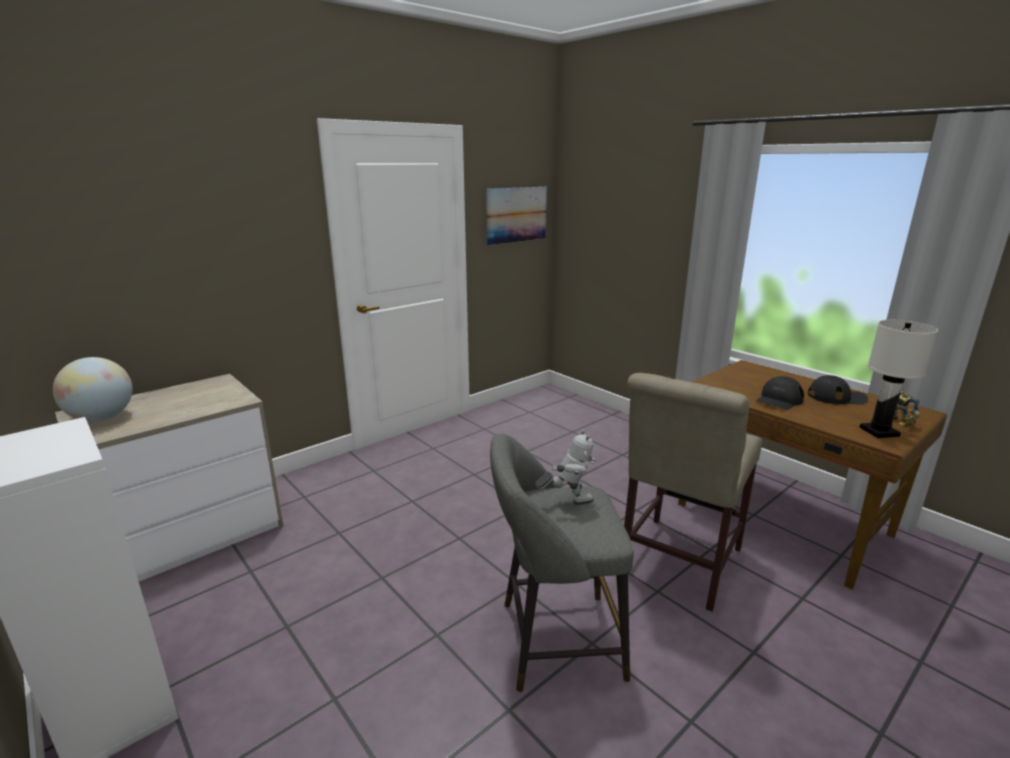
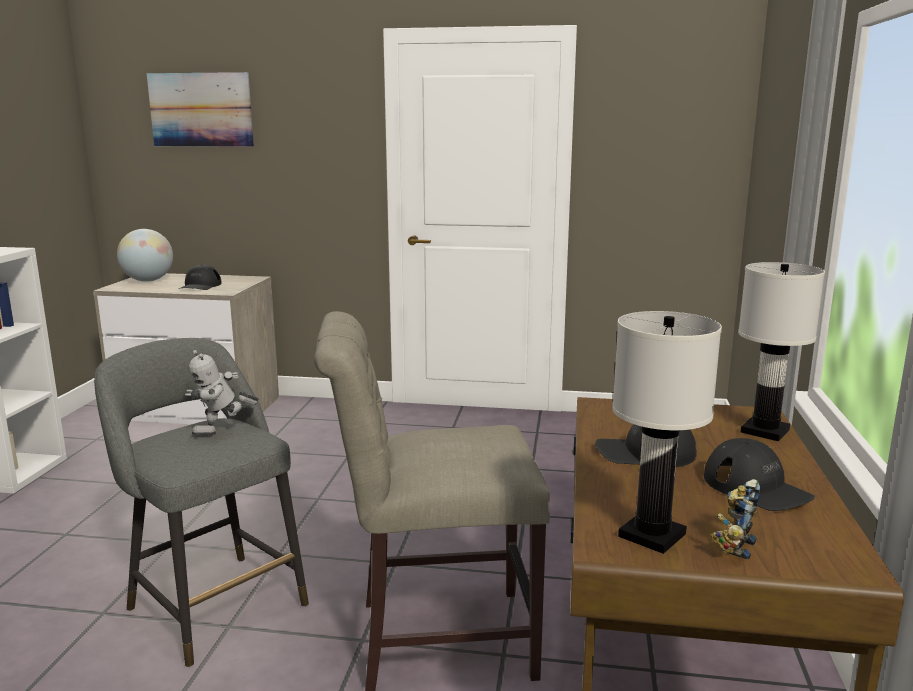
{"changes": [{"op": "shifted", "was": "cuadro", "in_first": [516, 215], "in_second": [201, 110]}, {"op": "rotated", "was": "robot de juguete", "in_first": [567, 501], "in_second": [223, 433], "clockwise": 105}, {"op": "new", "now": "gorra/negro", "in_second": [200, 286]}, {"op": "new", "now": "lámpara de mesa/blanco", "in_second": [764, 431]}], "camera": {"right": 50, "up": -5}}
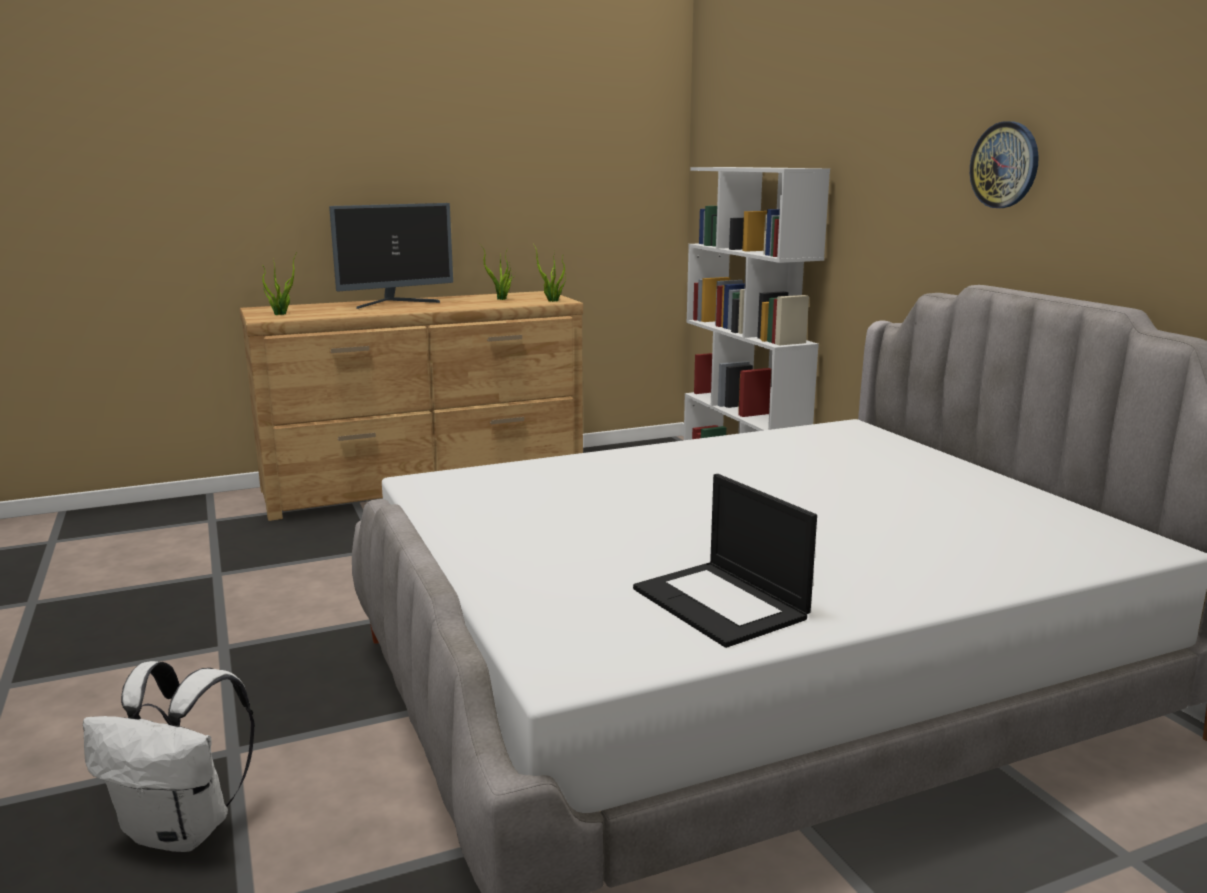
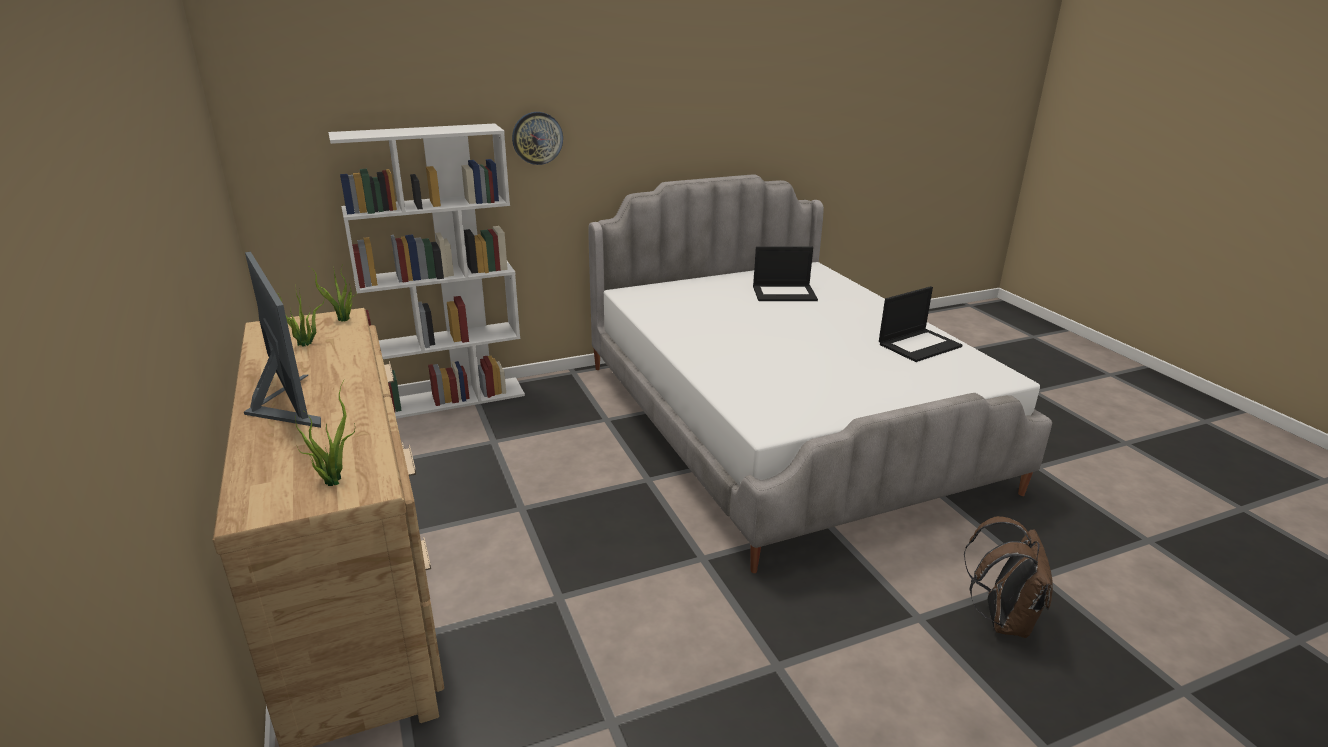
{"changes": [{"op": "repainted", "was": "mochila/blanco", "now": "mochila/marrón", "in_first": [183, 830], "in_second": [1002, 619]}, {"op": "shifted", "was": "reloj de pared", "in_first": [1005, 165], "in_second": [537, 138]}, {"op": "new", "now": "portátil", "in_second": [785, 293]}], "camera": {"right": -90, "up": 10}}
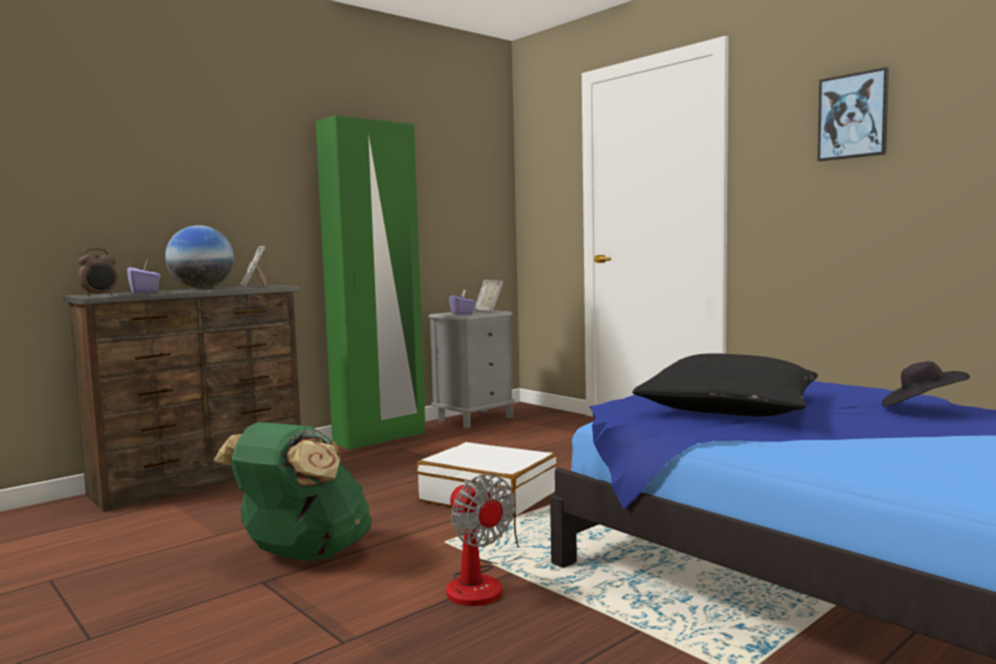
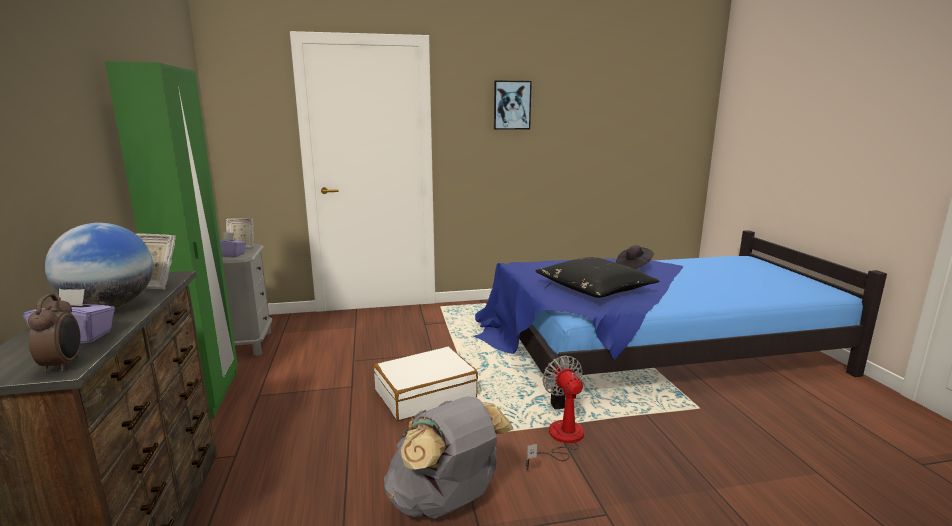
{"changes": [{"op": "repainted", "was": "mochila/verde", "now": "mochila/gris", "in_first": [302, 555], "in_second": [446, 502]}, {"op": "rotated", "was": "ventilador", "in_first": [482, 582], "in_second": [560, 439], "clockwise": -105}], "camera": {"right": -60, "up": 10}}
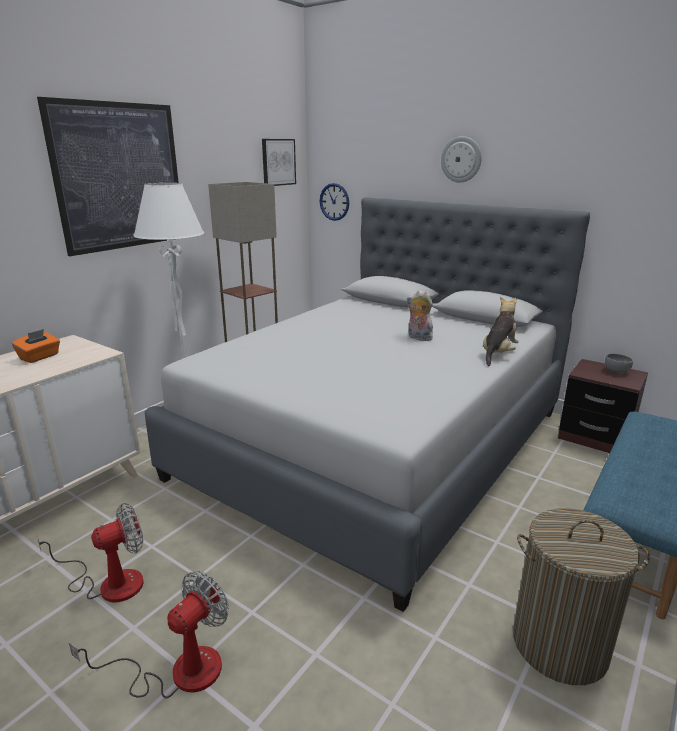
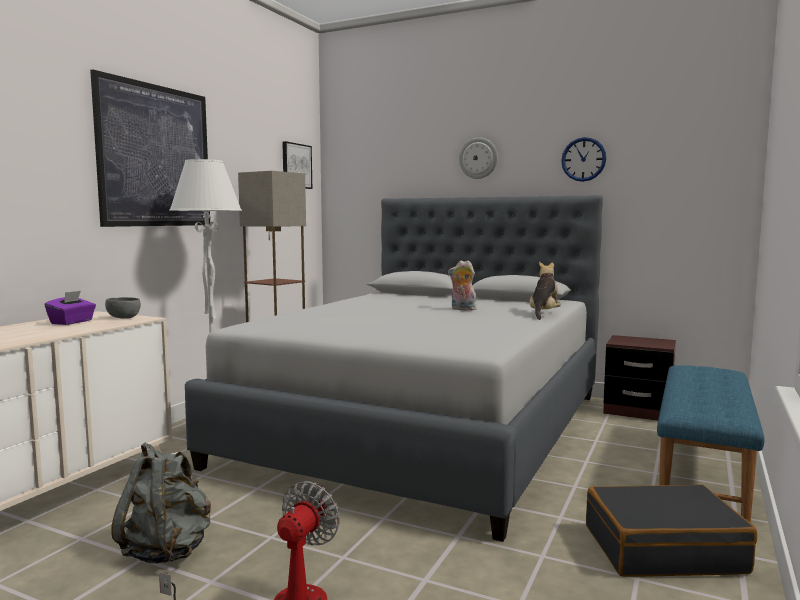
{"changes": [{"op": "repainted", "was": "caja de pañuelos/naranja", "now": "caja de pañuelos/morado", "in_first": [40, 357], "in_second": [72, 322]}, {"op": "swapped", "was": "ventilador", "now": "mochila/gris", "in_first": [109, 582], "in_second": [167, 550]}, {"op": "shifted", "was": "reloj de pared", "in_first": [334, 202], "in_second": [583, 159]}, {"op": "swapped", "was": "cesto de la ropa", "now": "maleta/negro", "in_first": [559, 645], "in_second": [663, 549]}, {"op": "shifted", "was": "cuenco/gris", "in_first": [616, 371], "in_second": [124, 318]}], "camera": {"right": -10, "up": -15}}
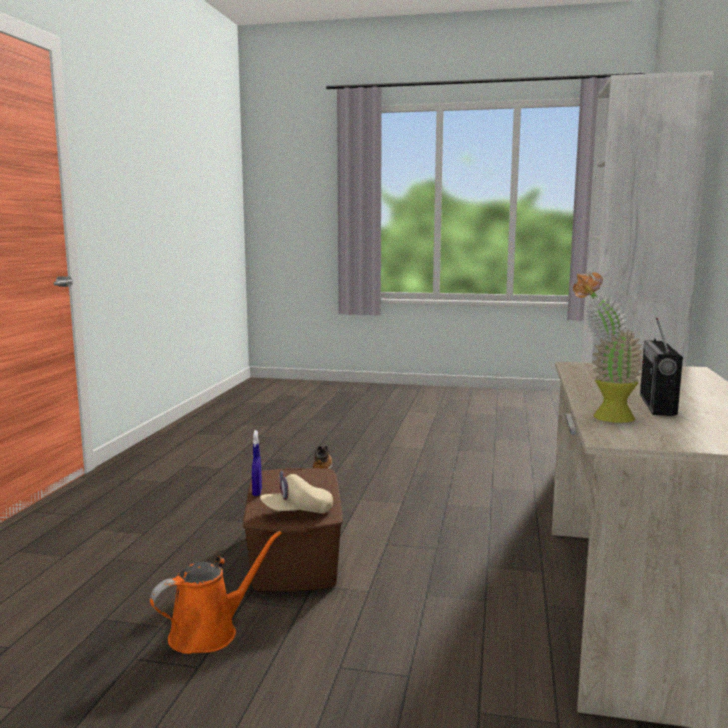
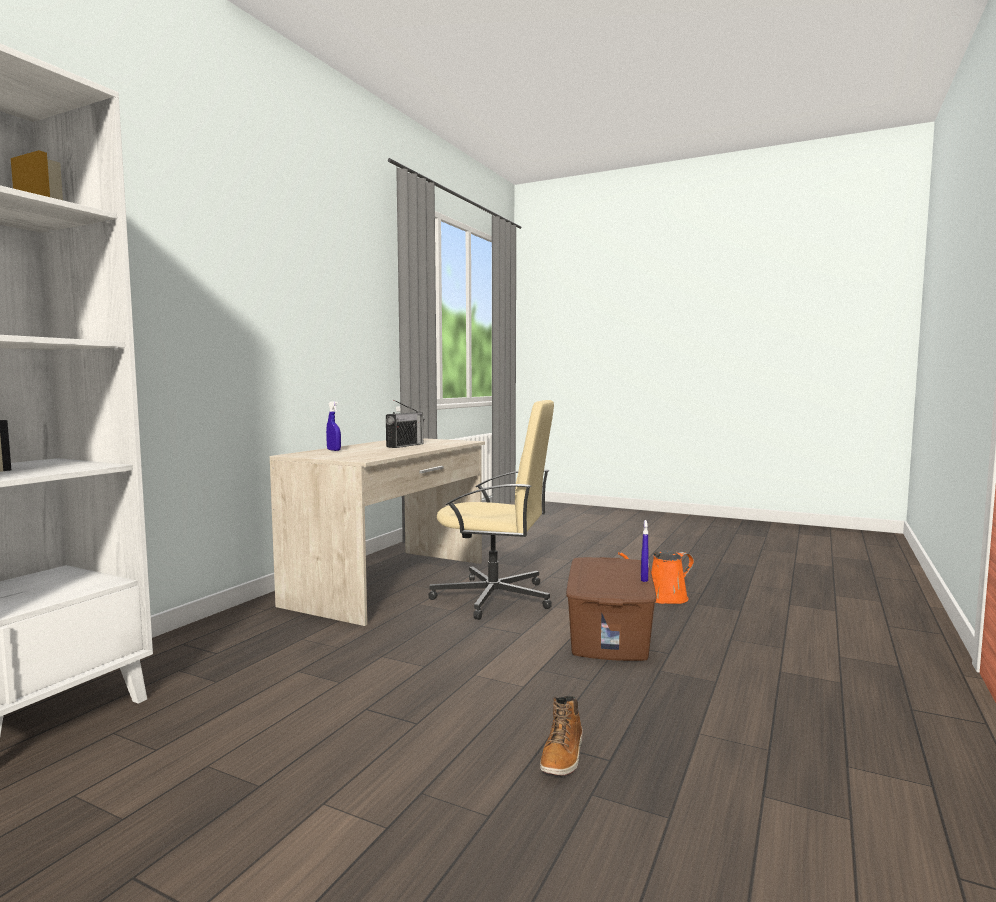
{"changes": [{"op": "gone", "was": "gorra/beis", "in_first": [297, 512]}, {"op": "gone", "was": "planta en maceta", "in_first": [602, 416]}, {"op": "new", "now": "pulverizador/azul", "in_second": [334, 450]}, {"op": "new", "now": "silla de oficina/beis", "in_second": [495, 598]}], "camera": {"right": -165, "up": -5}}
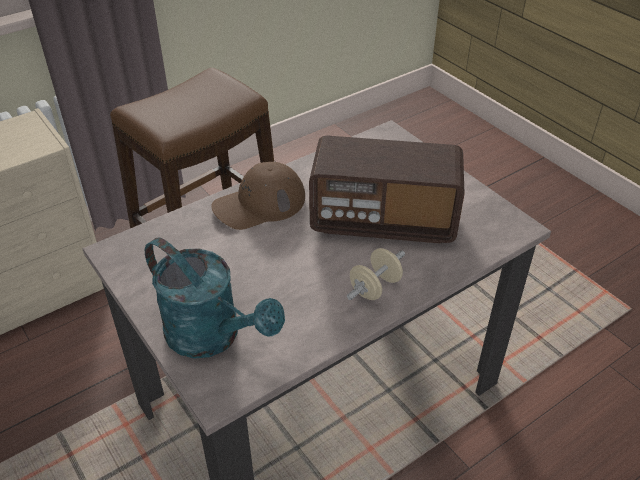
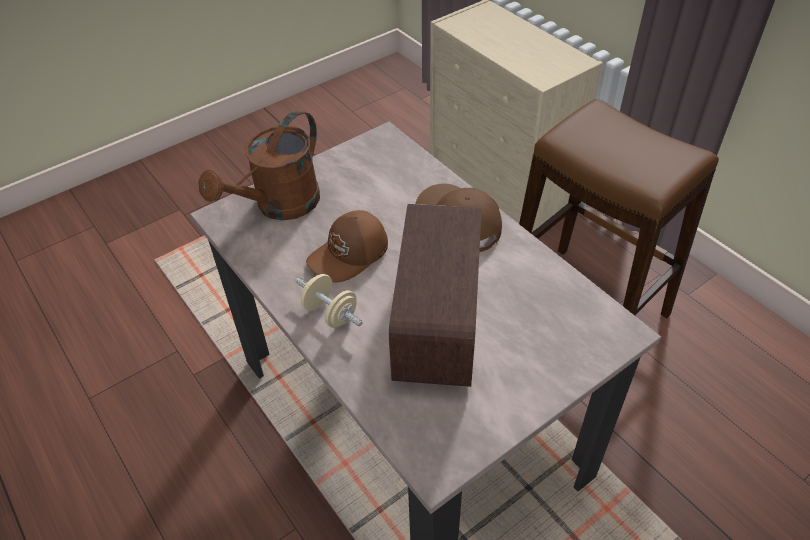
{"changes": [{"op": "repainted", "was": "regadera/turquesa", "now": "regadera/marrón", "in_first": [213, 337], "in_second": [279, 206]}, {"op": "new", "now": "gorra/marrón", "in_second": [350, 255]}], "camera": {"right": 90, "up": 5}}
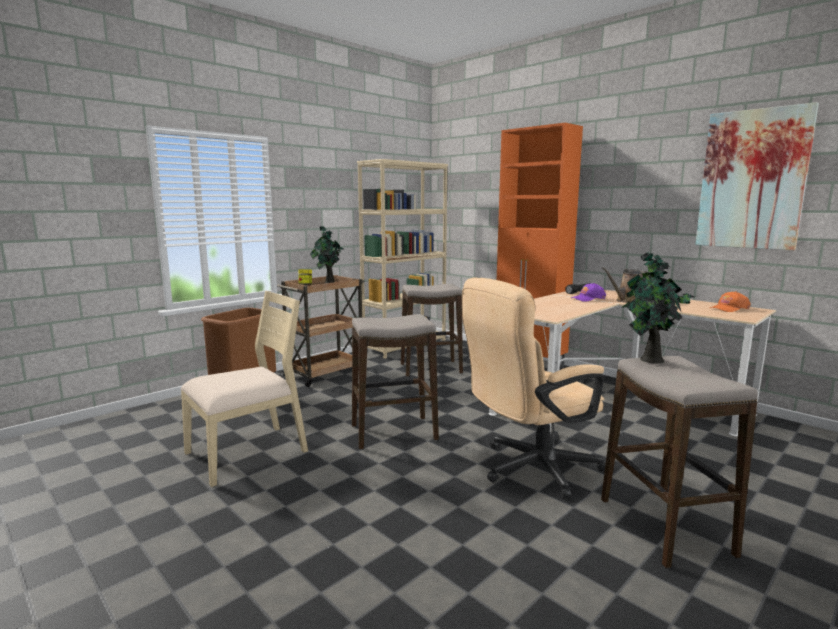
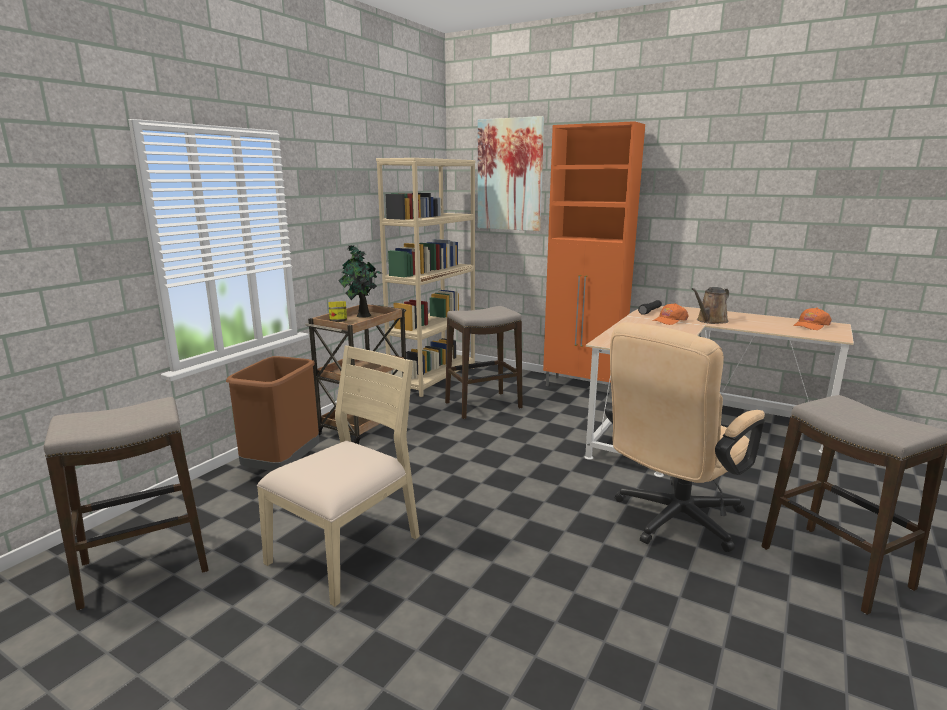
{"changes": [{"op": "shifted", "was": "taburete", "in_first": [393, 432], "in_second": [144, 567]}, {"op": "repainted", "was": "gorra/morado", "now": "gorra/naranja", "in_first": [588, 299], "in_second": [669, 320]}, {"op": "gone", "was": "planta en maceta", "in_first": [650, 360]}, {"op": "shifted", "was": "cuadro", "in_first": [752, 180], "in_second": [509, 175]}], "camera": {"right": -15, "up": 5}}
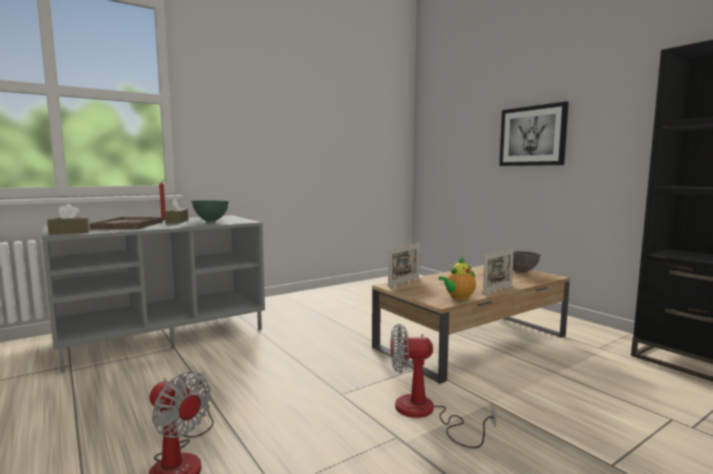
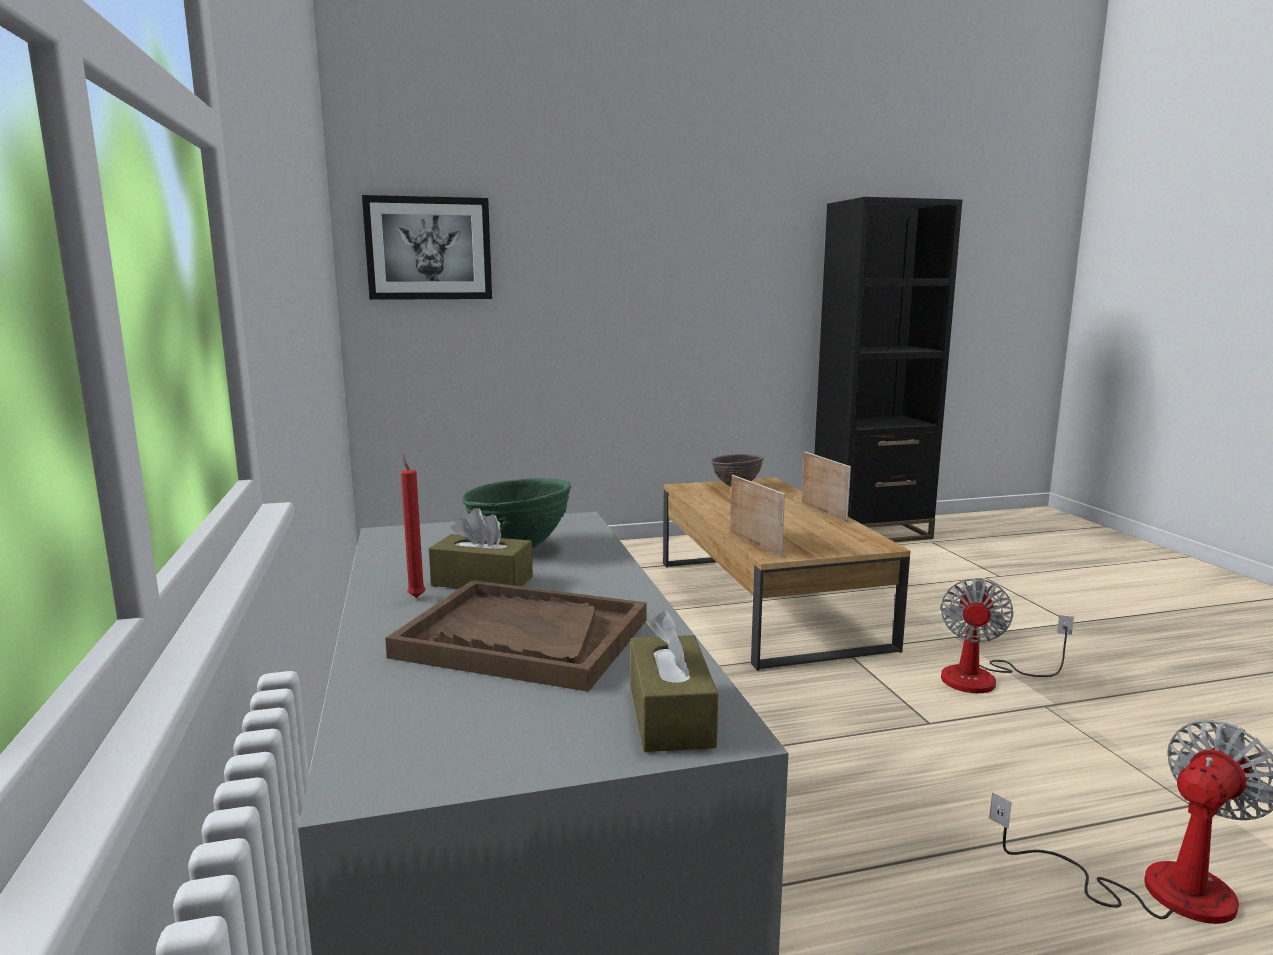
{"changes": [{"op": "gone", "was": "tetera", "in_first": [458, 297]}, {"op": "shifted", "was": "cuadro", "in_first": [532, 136], "in_second": [428, 248]}], "camera": {"right": -70, "up": 5}}
